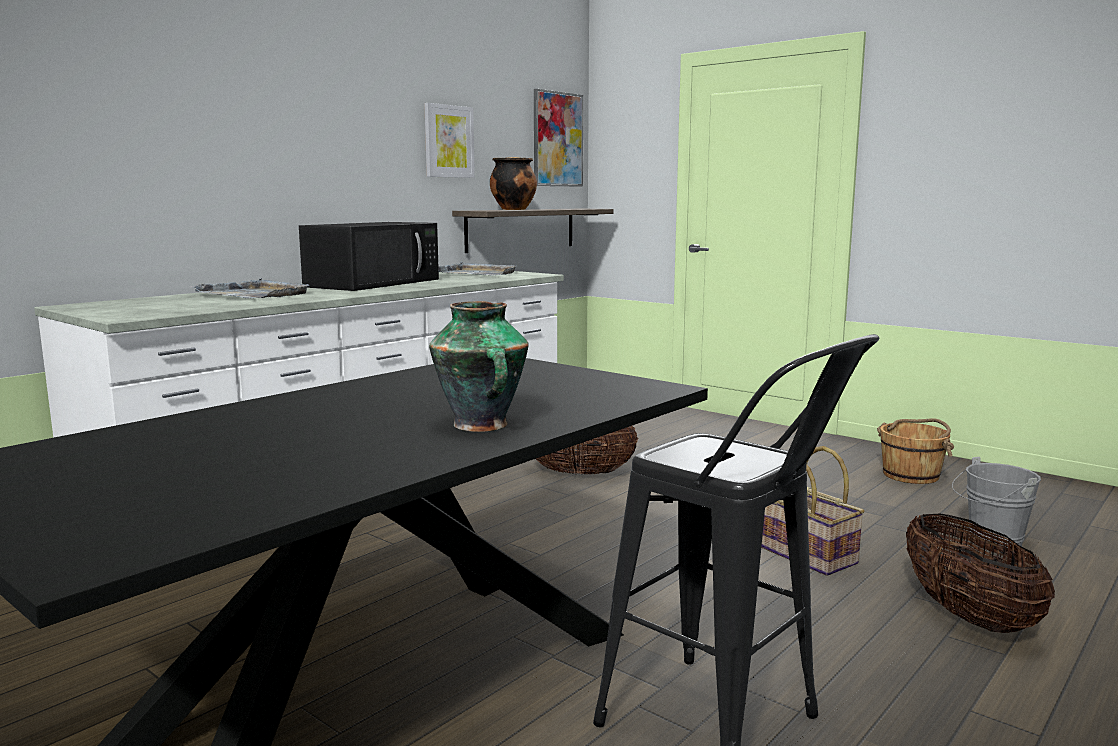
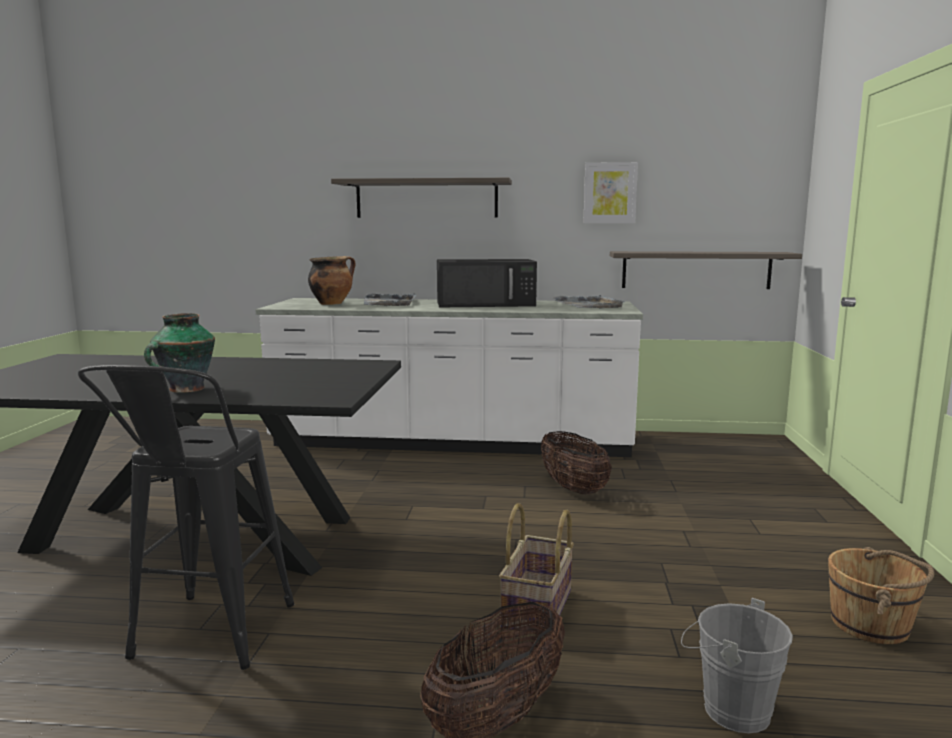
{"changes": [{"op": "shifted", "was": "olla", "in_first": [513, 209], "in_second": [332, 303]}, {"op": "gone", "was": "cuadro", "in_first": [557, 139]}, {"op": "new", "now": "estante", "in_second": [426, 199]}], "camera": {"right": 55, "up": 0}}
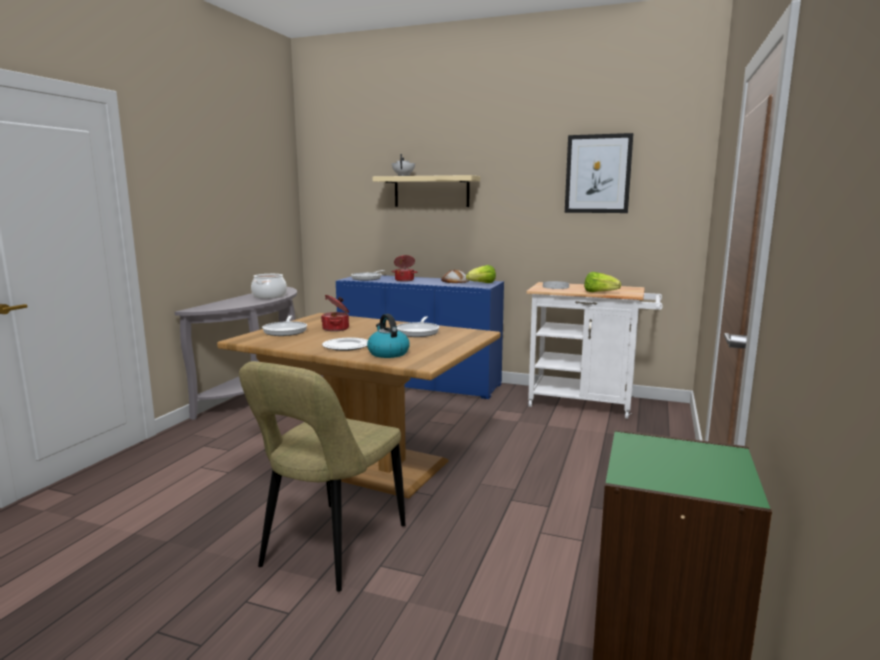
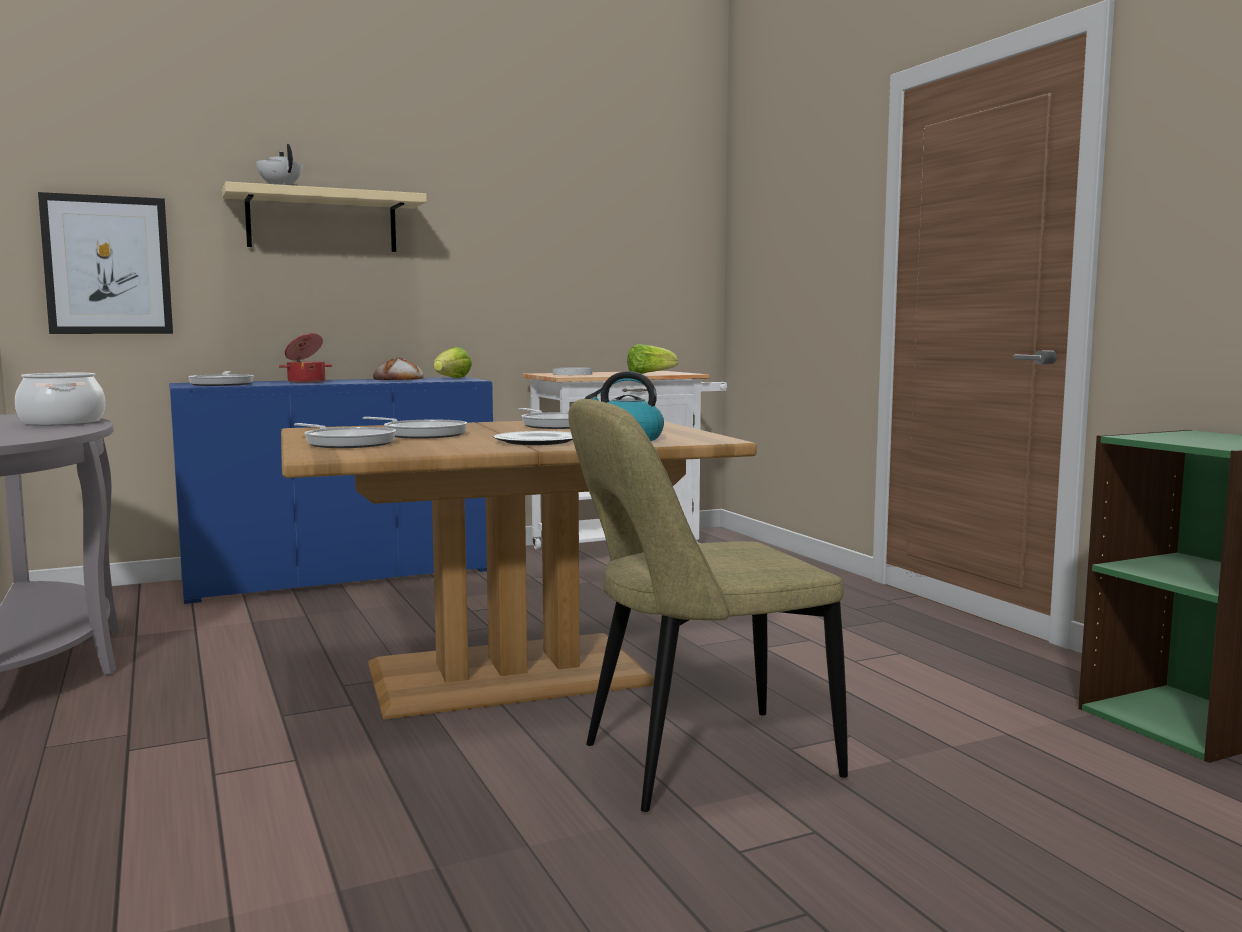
{"changes": [{"op": "rotated", "was": "silla/beis", "in_first": [330, 549], "in_second": [698, 762], "clockwise": 90}, {"op": "swapped", "was": "olla", "now": "sartén", "in_first": [336, 329], "in_second": [421, 434]}, {"op": "shifted", "was": "cuadro", "in_first": [598, 174], "in_second": [108, 265]}], "camera": {"right": -45, "up": -5}}
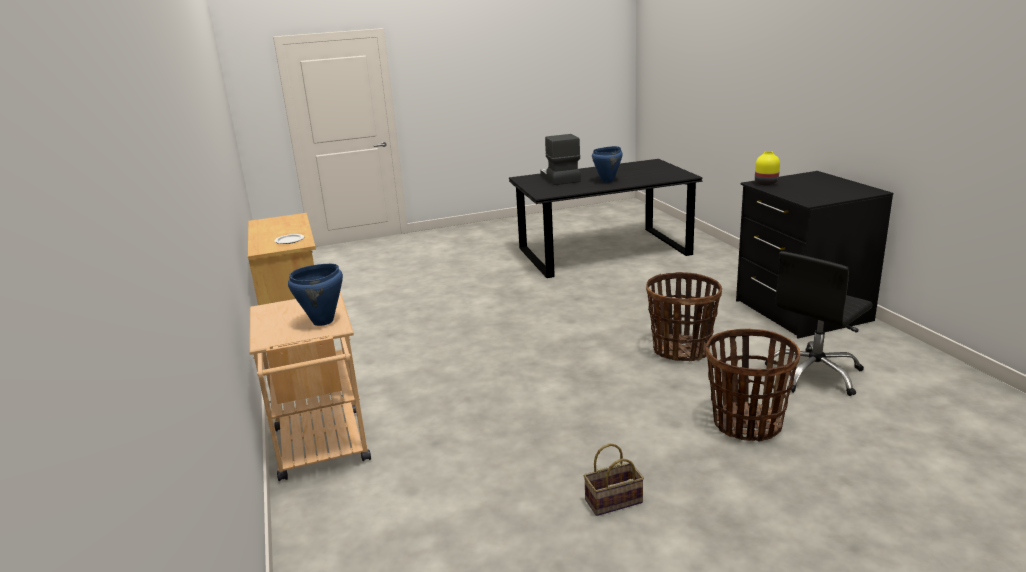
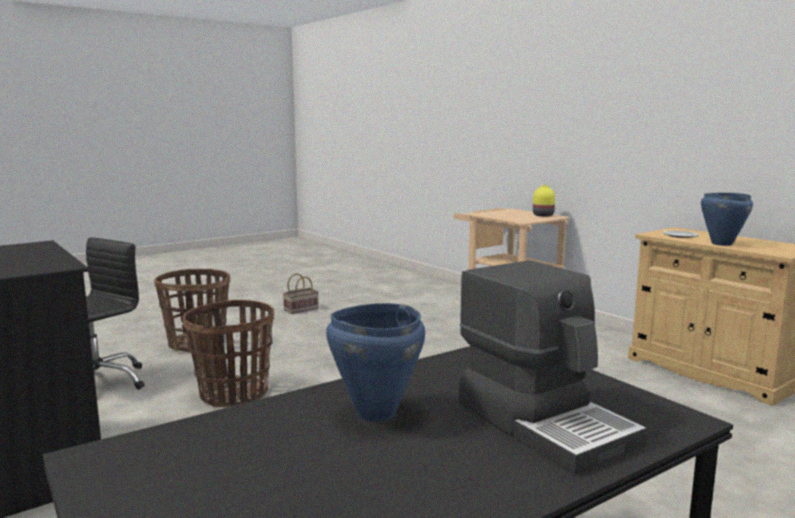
{"changes": [{"op": "shifted", "was": "olla/azul", "in_first": [323, 321], "in_second": [721, 244]}, {"op": "shifted", "was": "florero/amarillo", "in_first": [766, 183], "in_second": [542, 215]}], "camera": {"right": 160, "up": -10}}
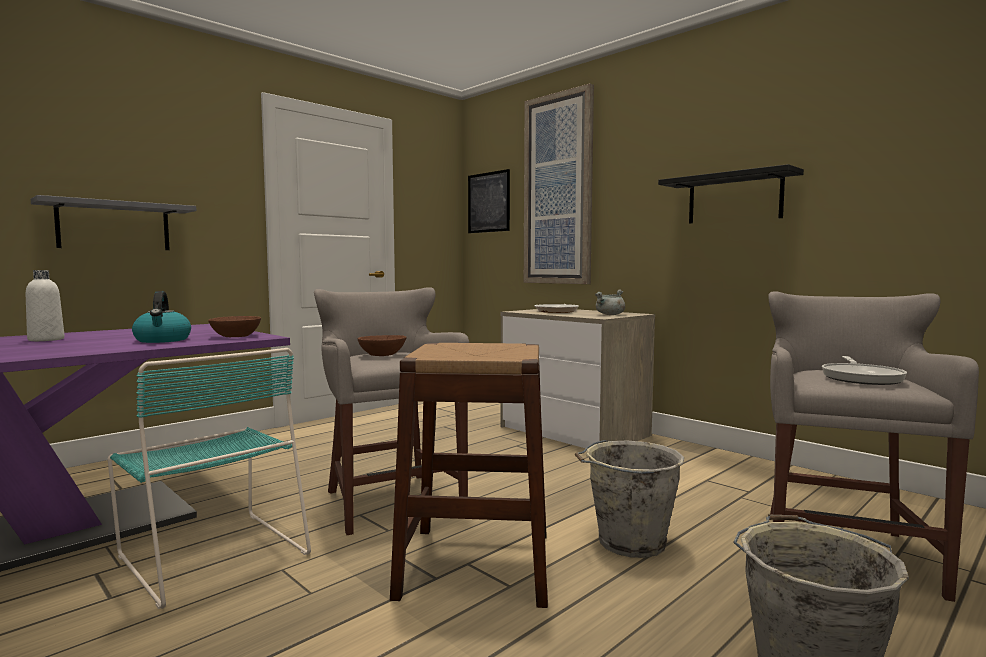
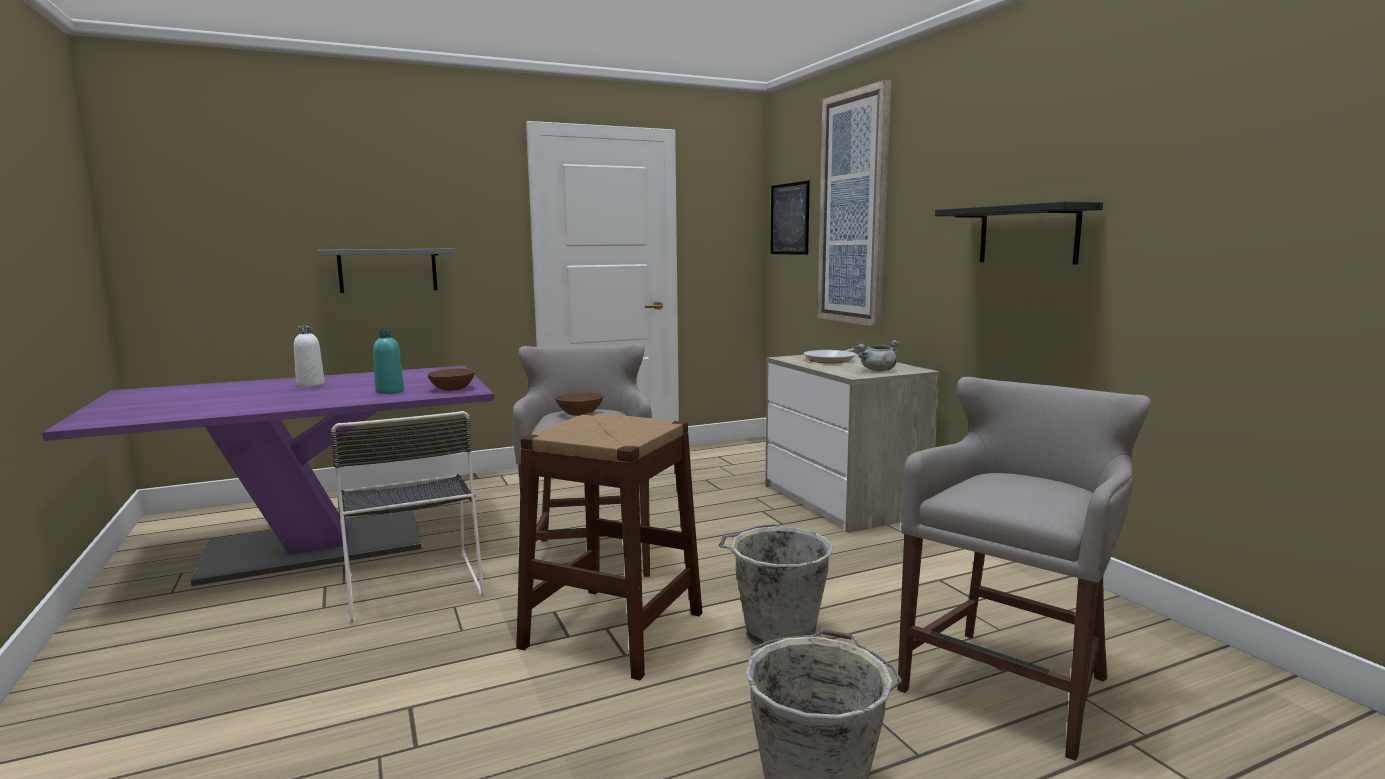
{"changes": [{"op": "repainted", "was": "silla/turquesa", "now": "silla/negro", "in_first": [211, 552], "in_second": [412, 582]}, {"op": "swapped", "was": "hervidor", "now": "botella/turquesa", "in_first": [163, 340], "in_second": [389, 391]}, {"op": "gone", "was": "sartén", "in_first": [861, 378]}], "camera": {"right": 20, "up": 5}}
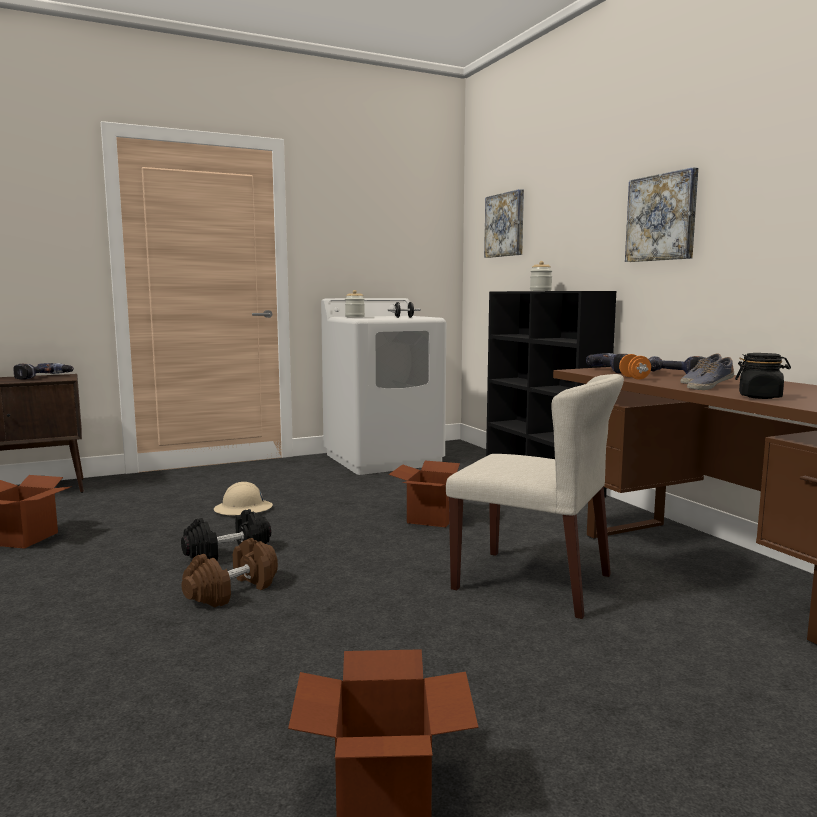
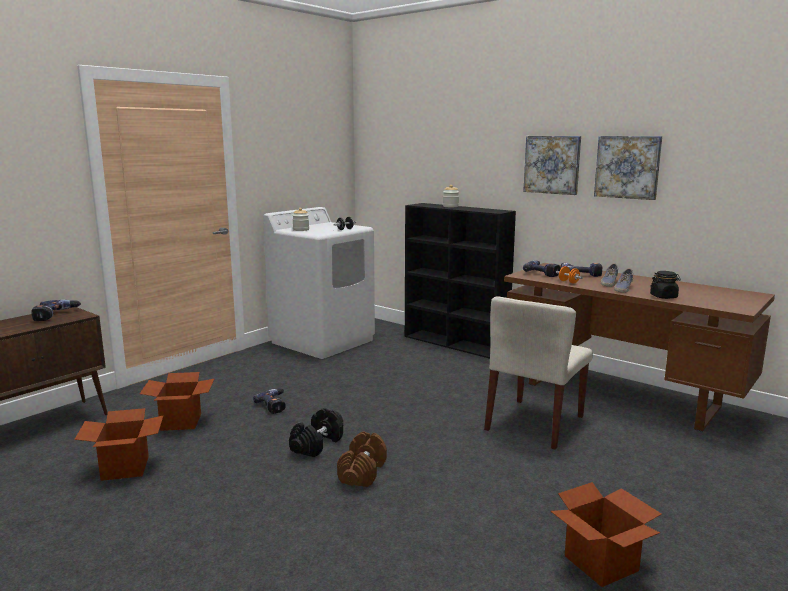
{"changes": [{"op": "swapped", "was": "casco/beis", "now": "taladro", "in_first": [243, 509], "in_second": [275, 405]}, {"op": "shifted", "was": "caja de cartón", "in_first": [432, 518], "in_second": [181, 422]}, {"op": "rotated", "was": "silla/beis", "in_first": [534, 582], "in_second": [535, 423], "clockwise": 120}, {"op": "shifted", "was": "cuadro", "in_first": [505, 225], "in_second": [627, 167]}], "camera": {"right": -25, "up": 5}}
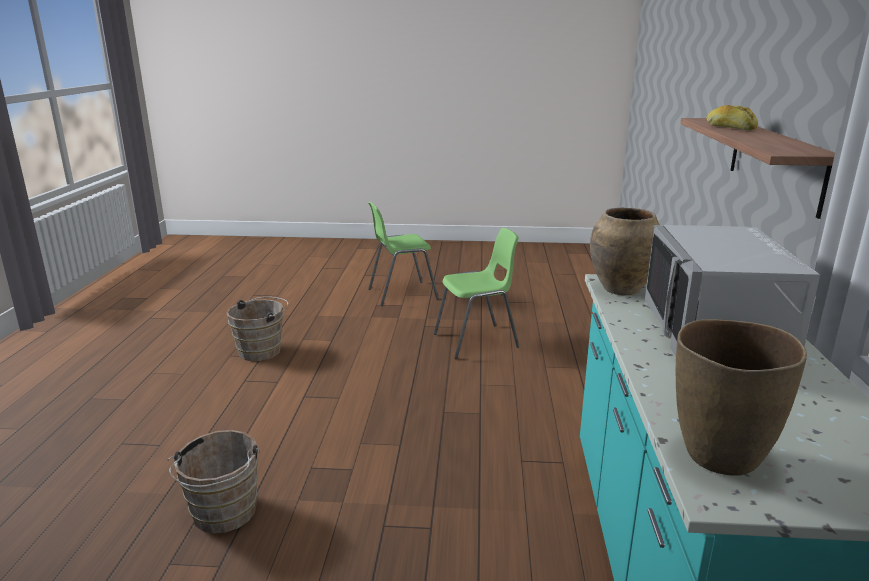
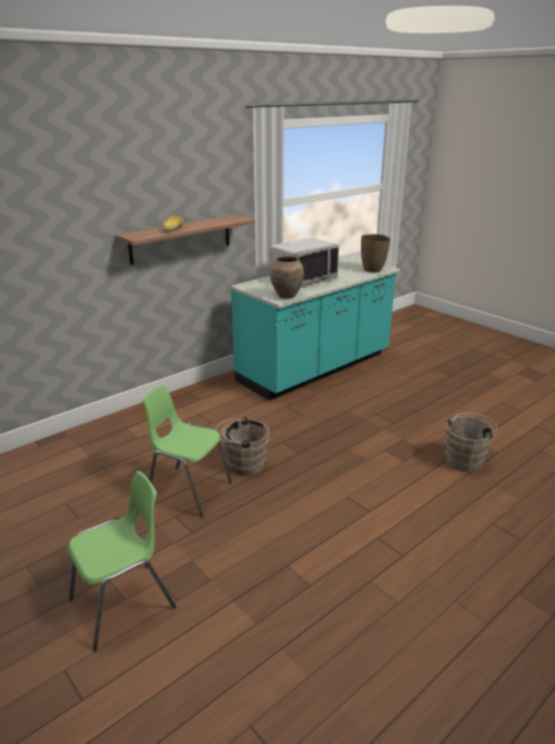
{"changes": [{"op": "shifted", "was": "cubo/marrón", "in_first": [263, 350], "in_second": [242, 465]}, {"op": "rotated", "was": "silla/verde", "in_first": [401, 294], "in_second": [124, 604], "clockwise": -60}], "camera": {"right": -135, "up": 5}}
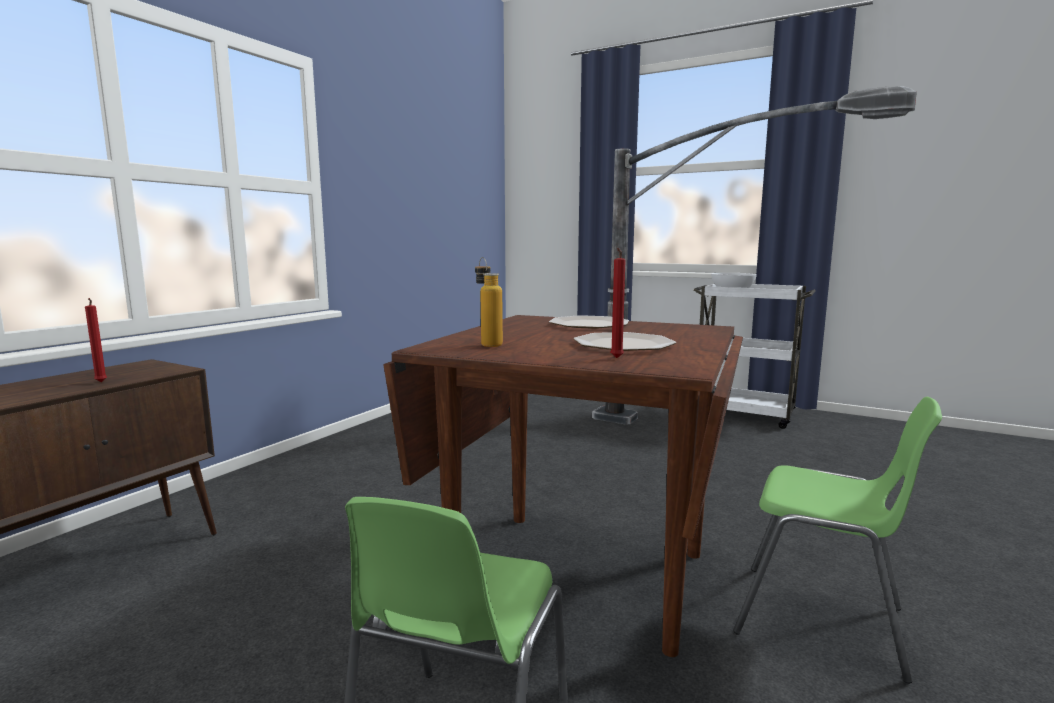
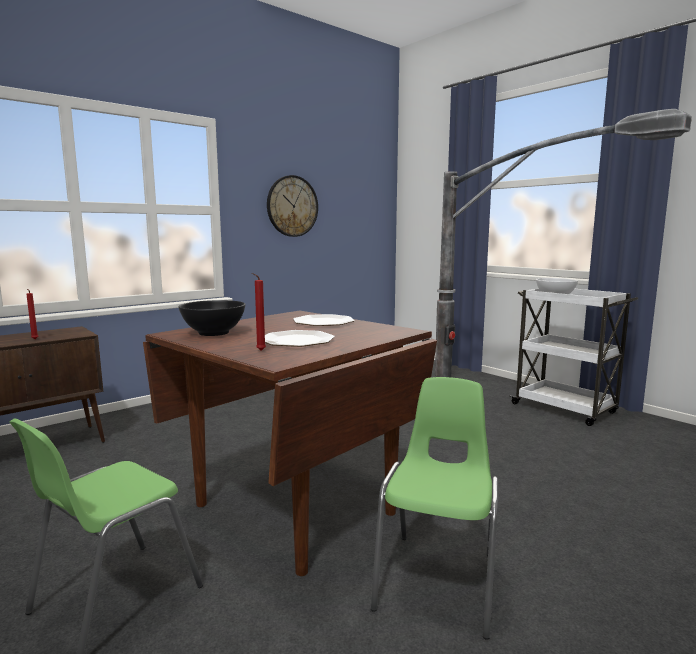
{"changes": [{"op": "swapped", "was": "botella", "now": "cuenco/negro", "in_first": [488, 344], "in_second": [213, 333]}, {"op": "rotated", "was": "silla/verde", "in_first": [822, 621], "in_second": [438, 580], "clockwise": -120}, {"op": "new", "now": "reloj de pared", "in_second": [292, 206]}], "camera": {"right": 20, "up": 0}}
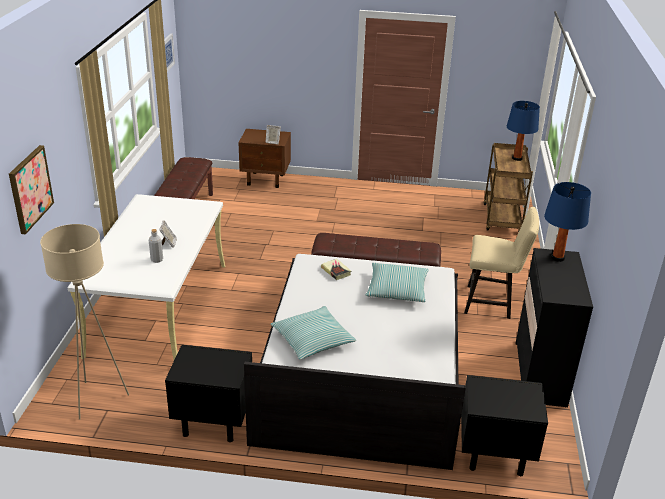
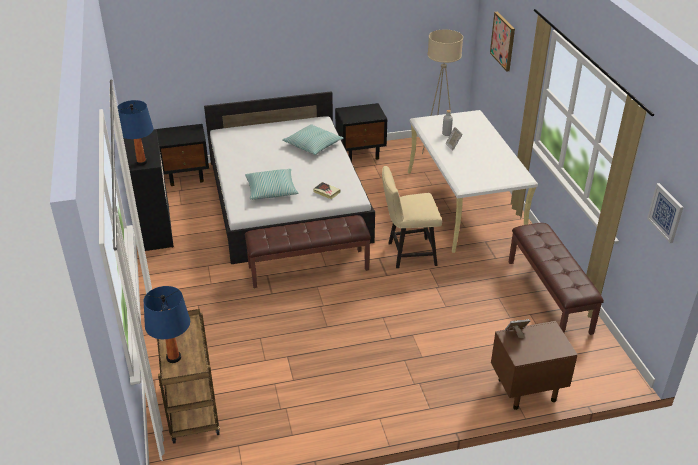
{"changes": [{"op": "shifted", "was": "silla/beis", "in_first": [493, 303], "in_second": [408, 254]}], "camera": {"right": 160, "up": 5}}
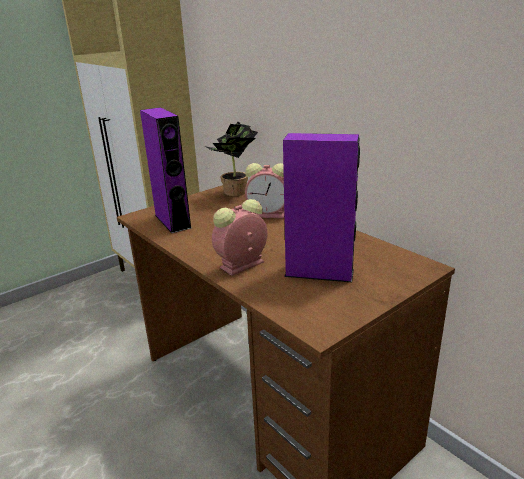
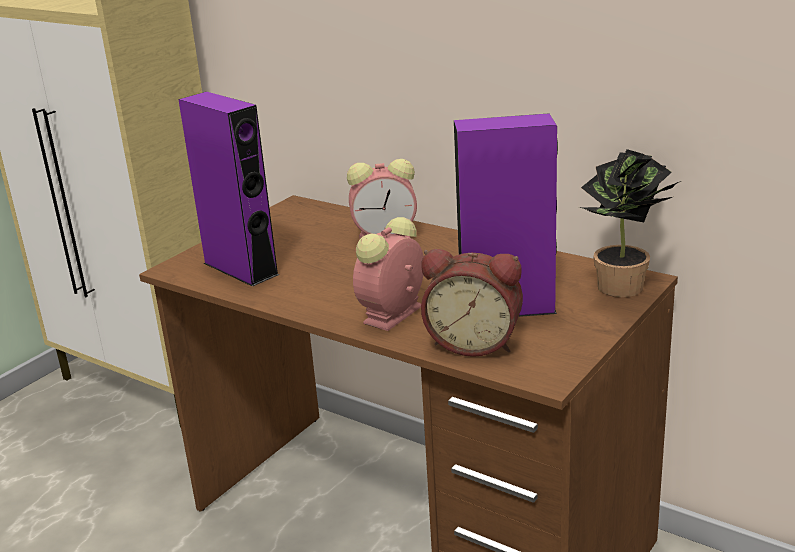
{"changes": [{"op": "shifted", "was": "planta en maceta", "in_first": [236, 193], "in_second": [625, 289]}, {"op": "new", "now": "despertador", "in_second": [474, 342]}], "camera": {"right": -15, "up": 0}}
